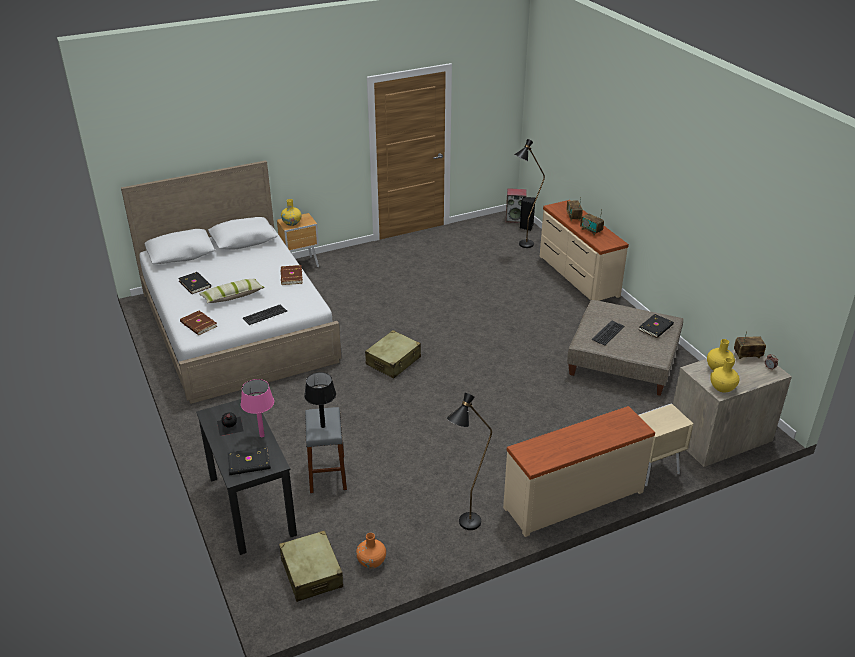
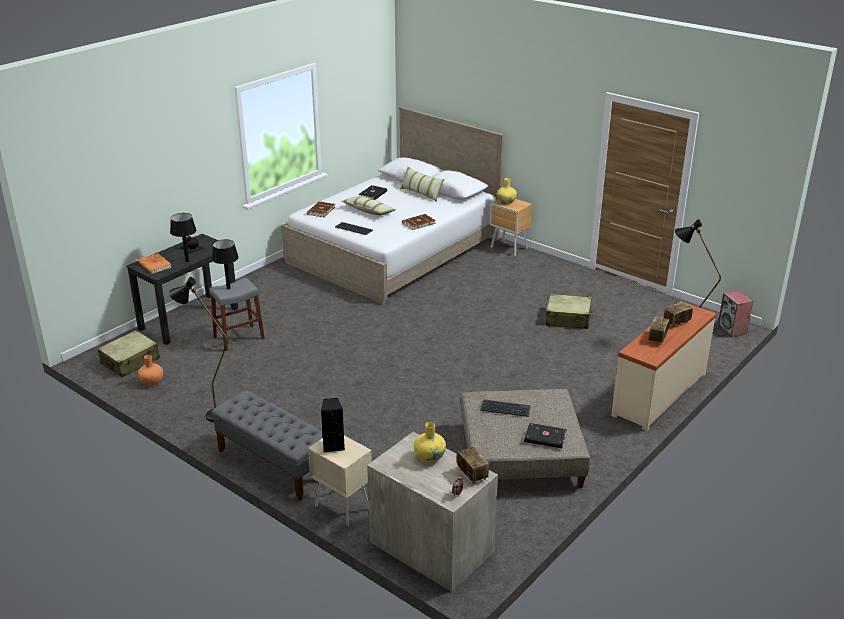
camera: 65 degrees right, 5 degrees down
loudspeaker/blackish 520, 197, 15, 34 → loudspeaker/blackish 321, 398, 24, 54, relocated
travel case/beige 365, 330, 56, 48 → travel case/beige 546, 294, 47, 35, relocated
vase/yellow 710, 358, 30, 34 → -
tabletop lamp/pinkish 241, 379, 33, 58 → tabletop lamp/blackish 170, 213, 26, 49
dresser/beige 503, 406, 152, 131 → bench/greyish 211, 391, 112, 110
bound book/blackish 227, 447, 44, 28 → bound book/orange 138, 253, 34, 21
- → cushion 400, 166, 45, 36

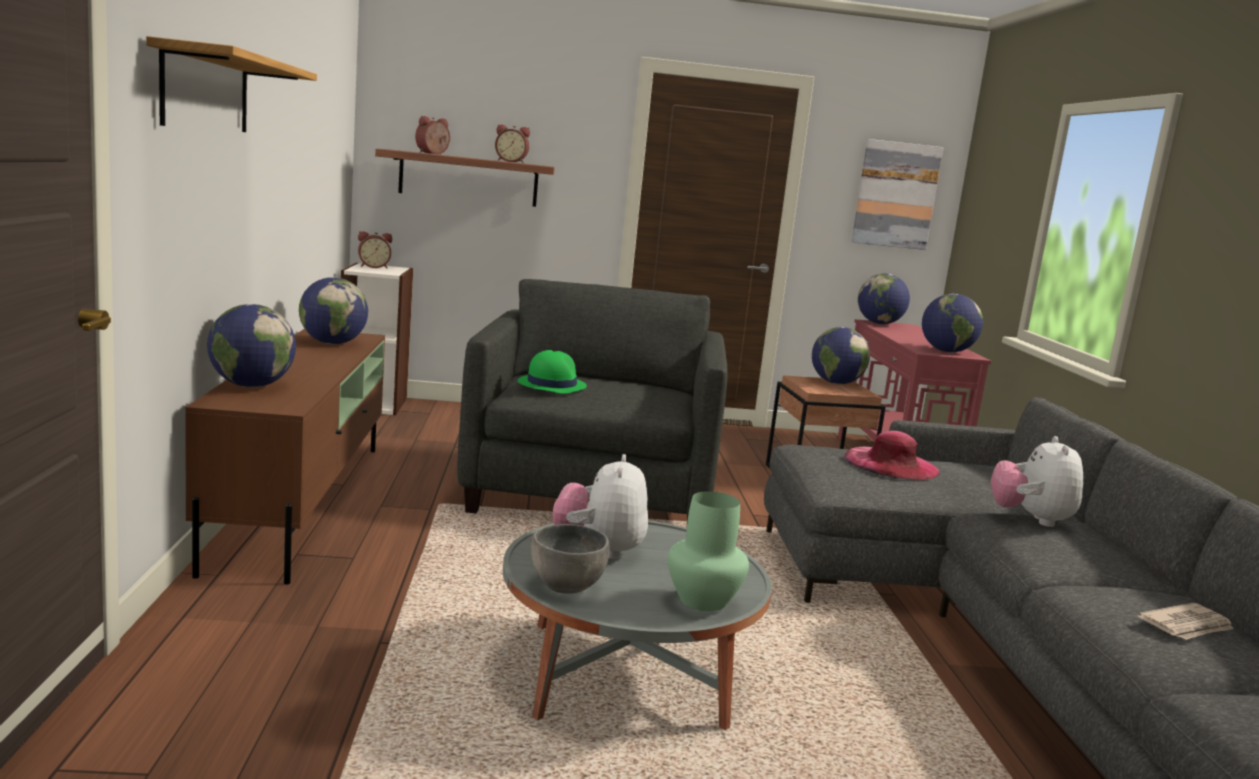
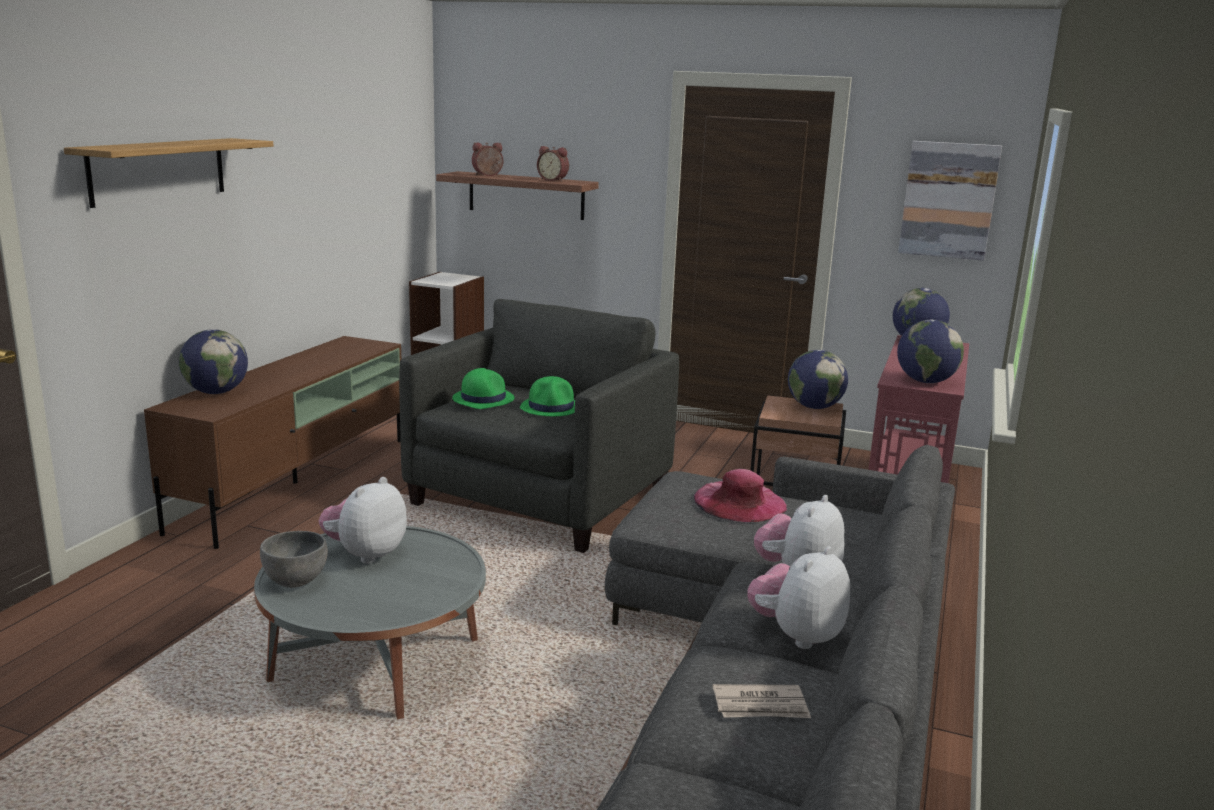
camera: 25 degrees right, 5 degrees up
table clock 358, 231, 34, 37 → -
world globe 299, 277, 69, 67 → -
vase/green-coloured 668, 491, 81, 120 → -
- → clothing hat/green-coloured 520, 376, 55, 40
- → soft toy 747, 546, 103, 103

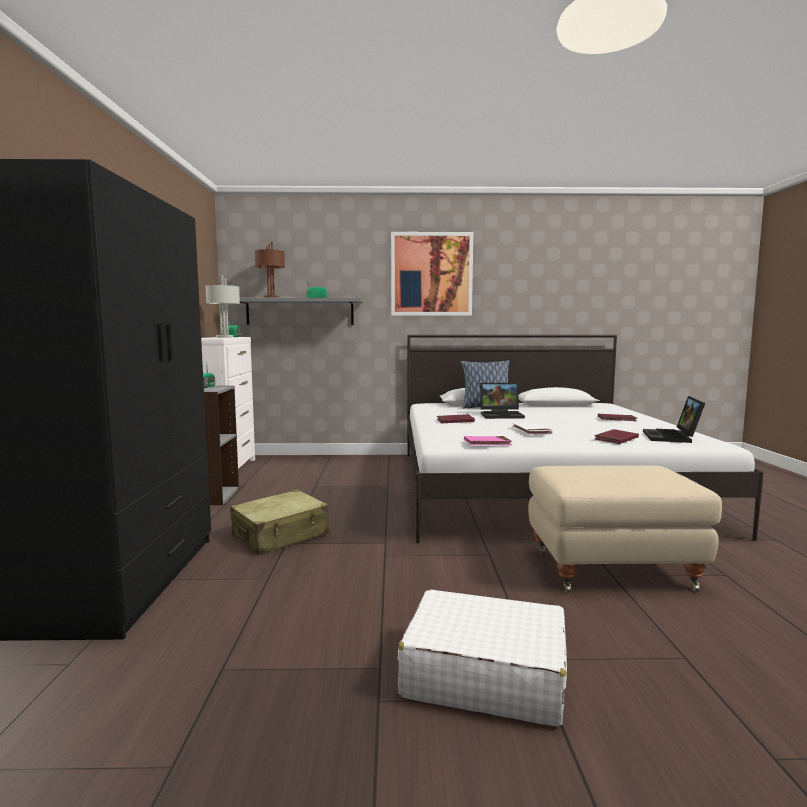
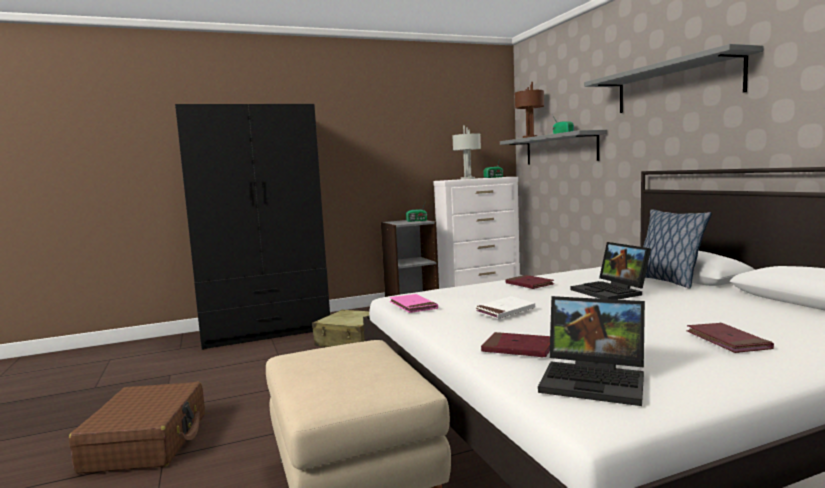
camera: 70 degrees right, 0 degrees up
wall art 391, 232, 82, 84 → shelf/greyish 584, 44, 180, 69
portable computer 643, 396, 62, 47 → portable computer 538, 296, 107, 110, 150 degrees counterclockwise
travel case/whitish 398, 590, 169, 137 → travel case/brownish 69, 382, 136, 91

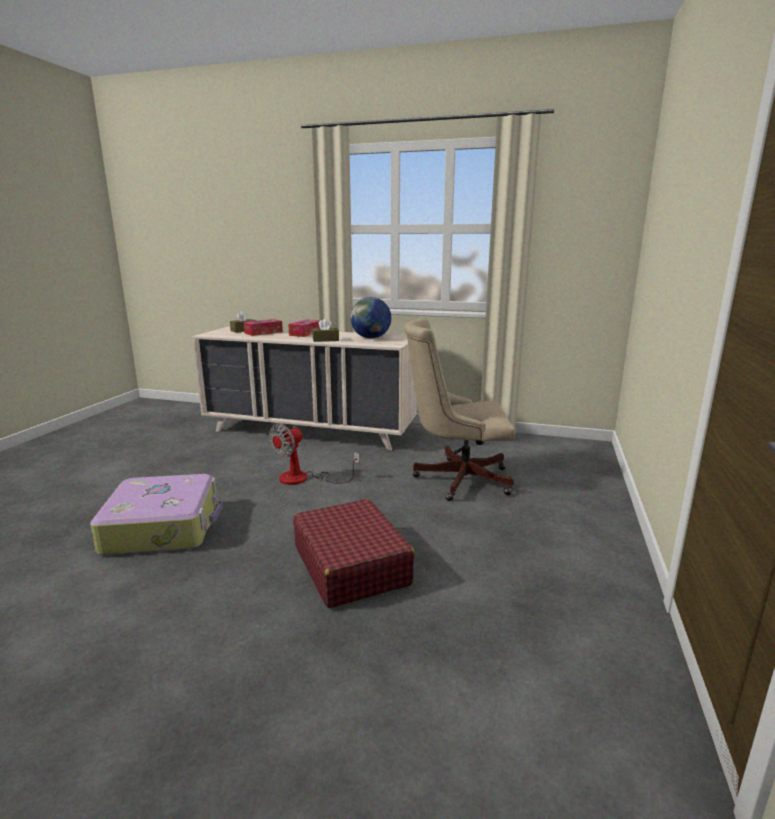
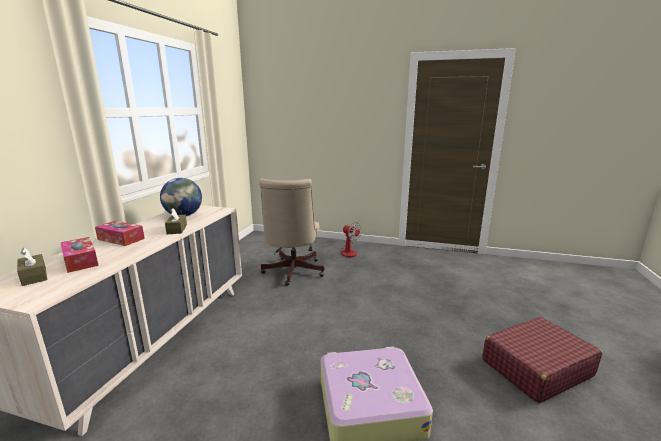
camera: 90 degrees left, 0 degrees up
fan 269, 423, 91, 62 → fan 340, 222, 22, 35, relocated
travel case/reddish 293, 499, 122, 109 → travel case/reddish 482, 317, 120, 86, relocated

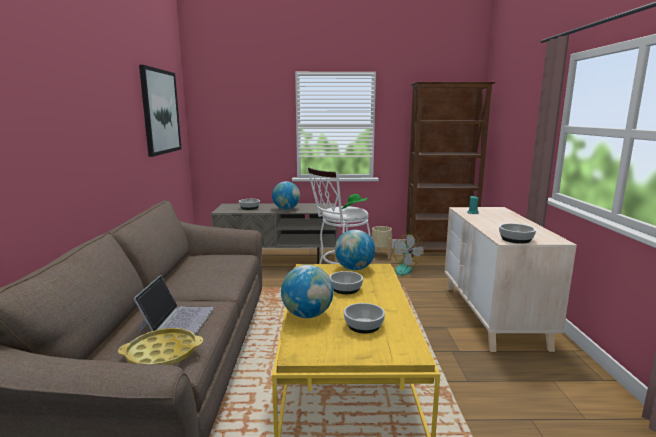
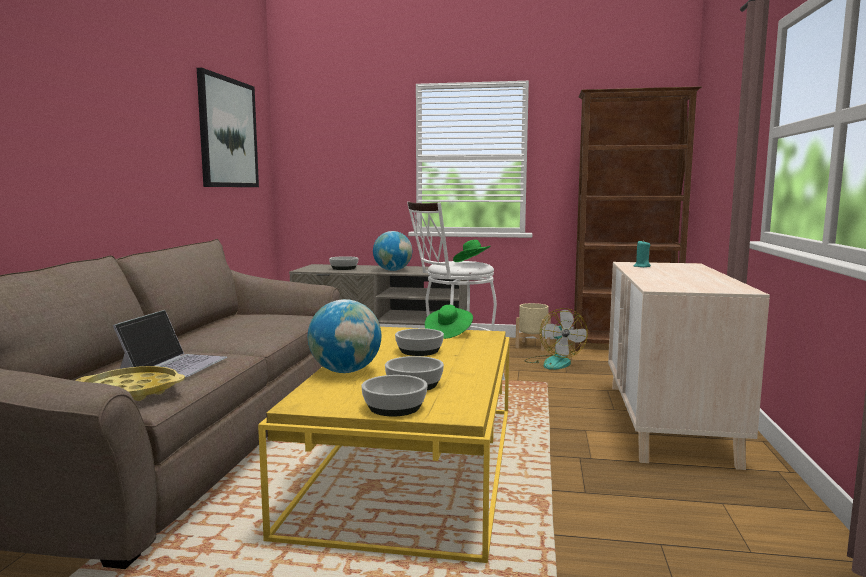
camera: 10 degrees right, 5 degrees down
deep dish 499, 223, 37, 21 → deep dish 361, 375, 66, 41, relocated
world globe 335, 230, 40, 40 → clothing hat/green-coloured 425, 305, 48, 34

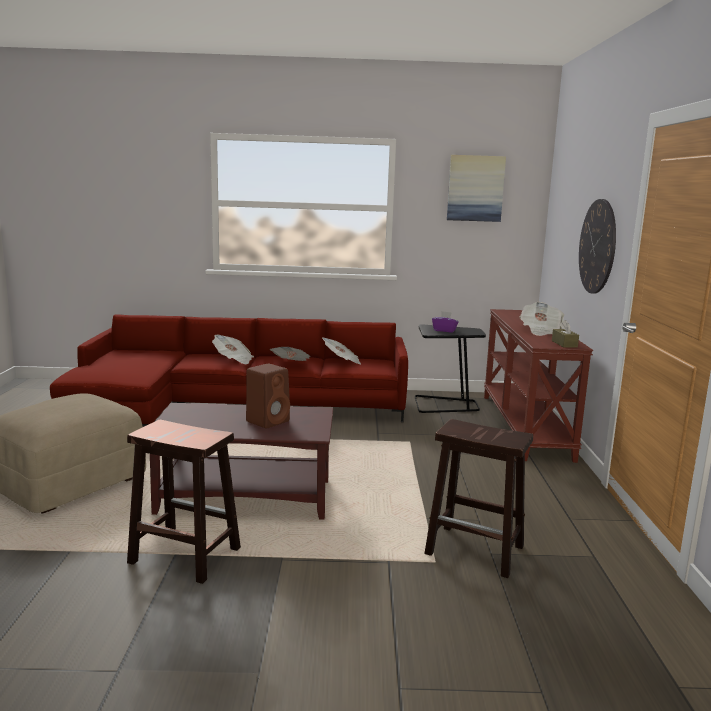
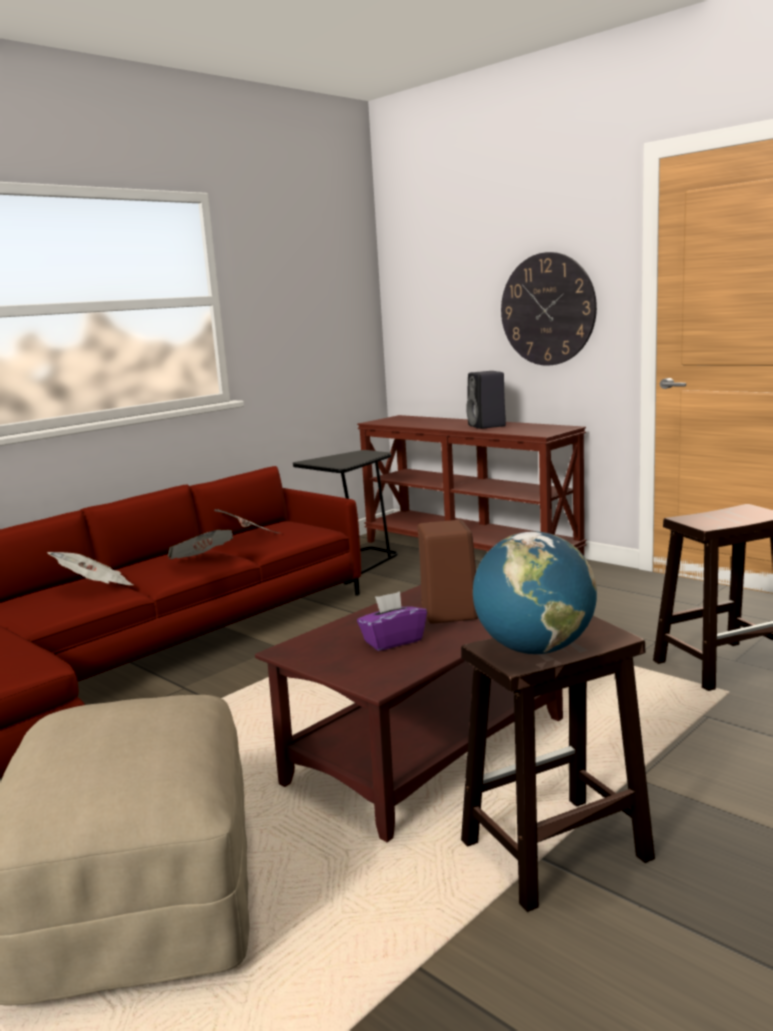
camera: 45 degrees left, 0 degrees up
wall art 447, 155, 59, 67 → -
printed paper 520, 302, 44, 34 → loudspeaker/blackish 466, 371, 40, 58
box of tissues/purplish 432, 311, 27, 21 → box of tissues/purplish 357, 591, 70, 60, relocated
box of tissues/brownish 552, 320, 27, 27 → -
- → world globe 473, 531, 124, 123

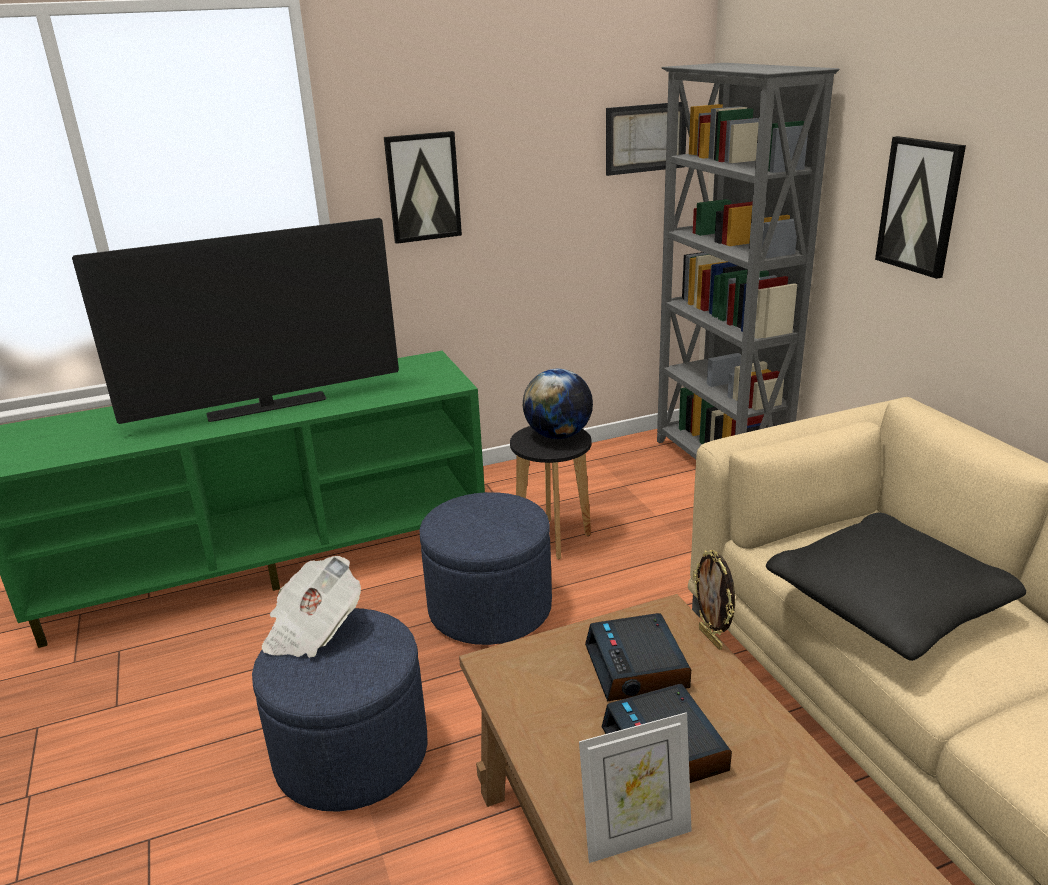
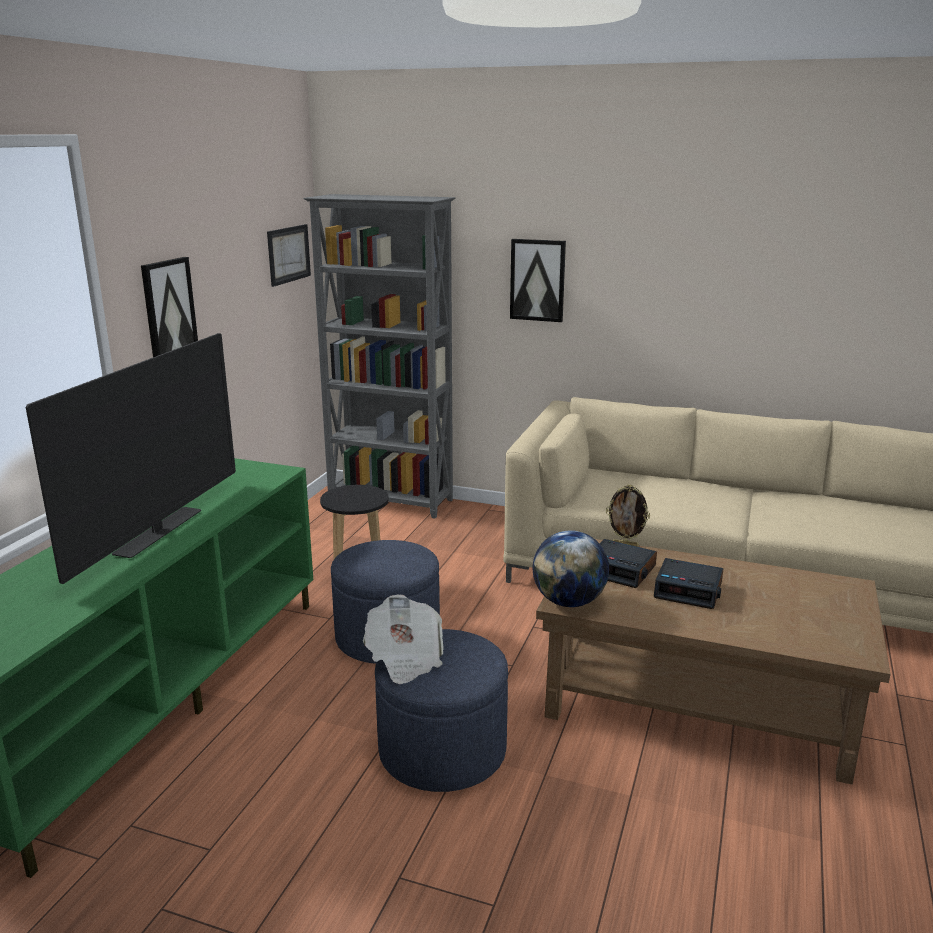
camera: 50 degrees left, 5 degrees down
world globe 523, 369, 70, 70 → world globe 532, 530, 77, 77, relocated
cushion/blackish 766, 513, 260, 148 → -
photo frame 579, 712, 113, 151 → -

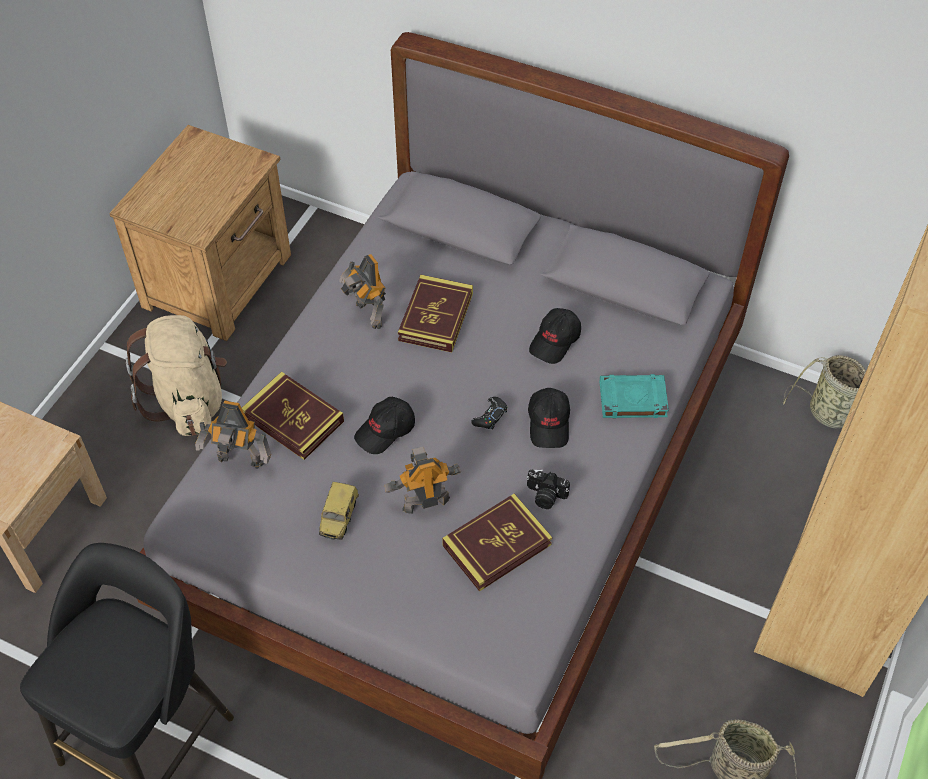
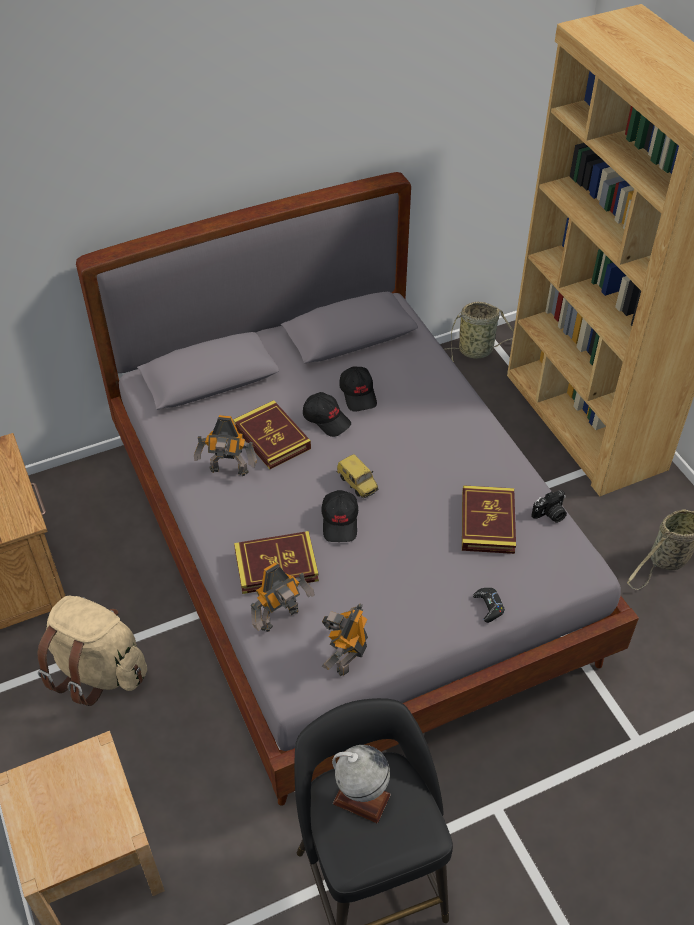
camera: 50 degrees left, 5 degrees down
bound book/blue-green 600, 374, 69, 44 → -
cap/blackish 528, 388, 42, 60 → cap/blackish 303, 392, 48, 45, relocated
game controller/blackish 471, 397, 36, 32 → game controller/blackish 473, 588, 32, 35, relocated
toy robot 385, 447, 76, 67 → toy robot 322, 603, 46, 73, relocated
photo camera 526, 469, 44, 40 → photo camera 531, 490, 36, 33, relocated
model car 319, 482, 40, 58 → model car 336, 454, 43, 44, relocated
- → world globe 332, 745, 59, 78

